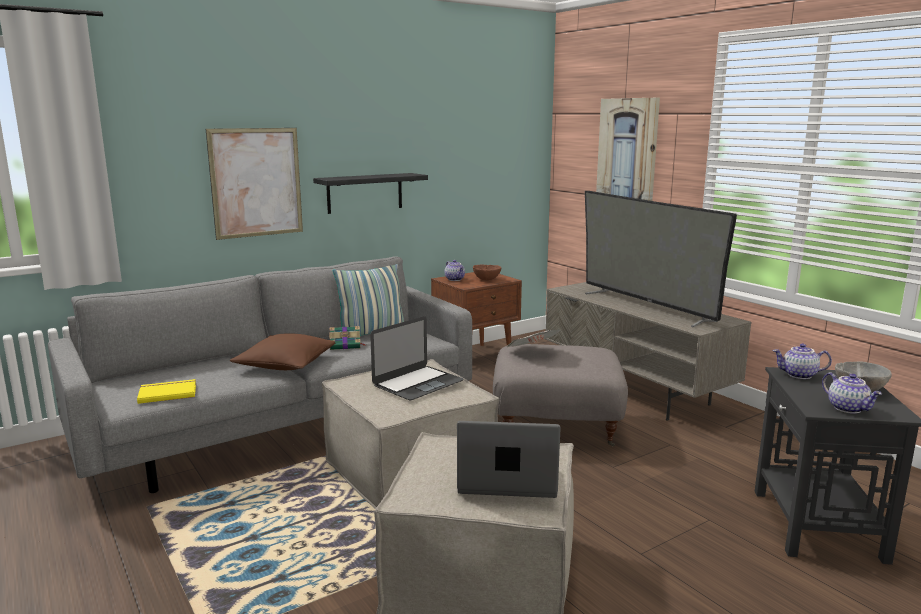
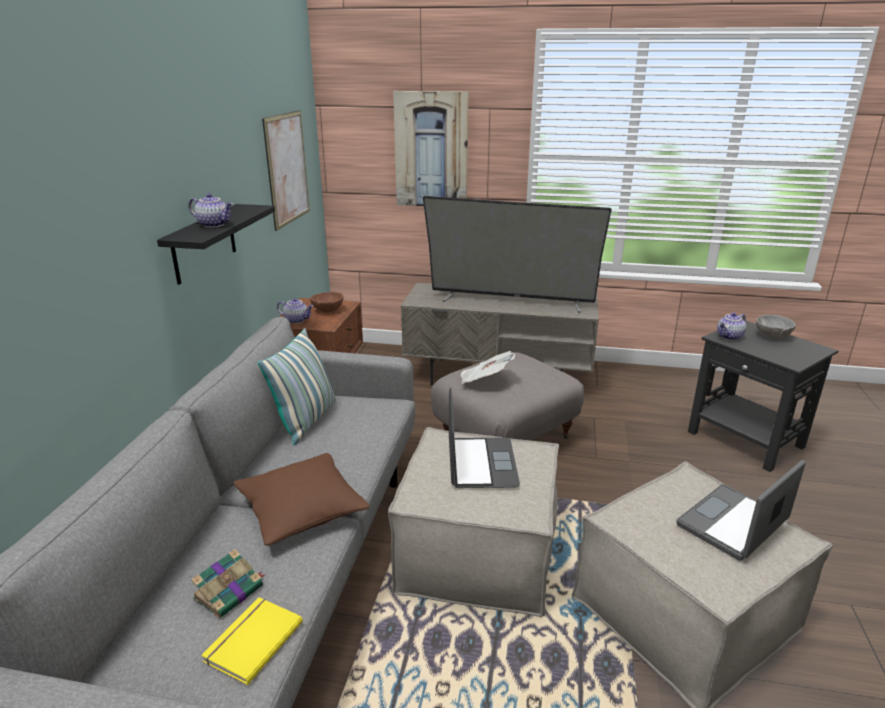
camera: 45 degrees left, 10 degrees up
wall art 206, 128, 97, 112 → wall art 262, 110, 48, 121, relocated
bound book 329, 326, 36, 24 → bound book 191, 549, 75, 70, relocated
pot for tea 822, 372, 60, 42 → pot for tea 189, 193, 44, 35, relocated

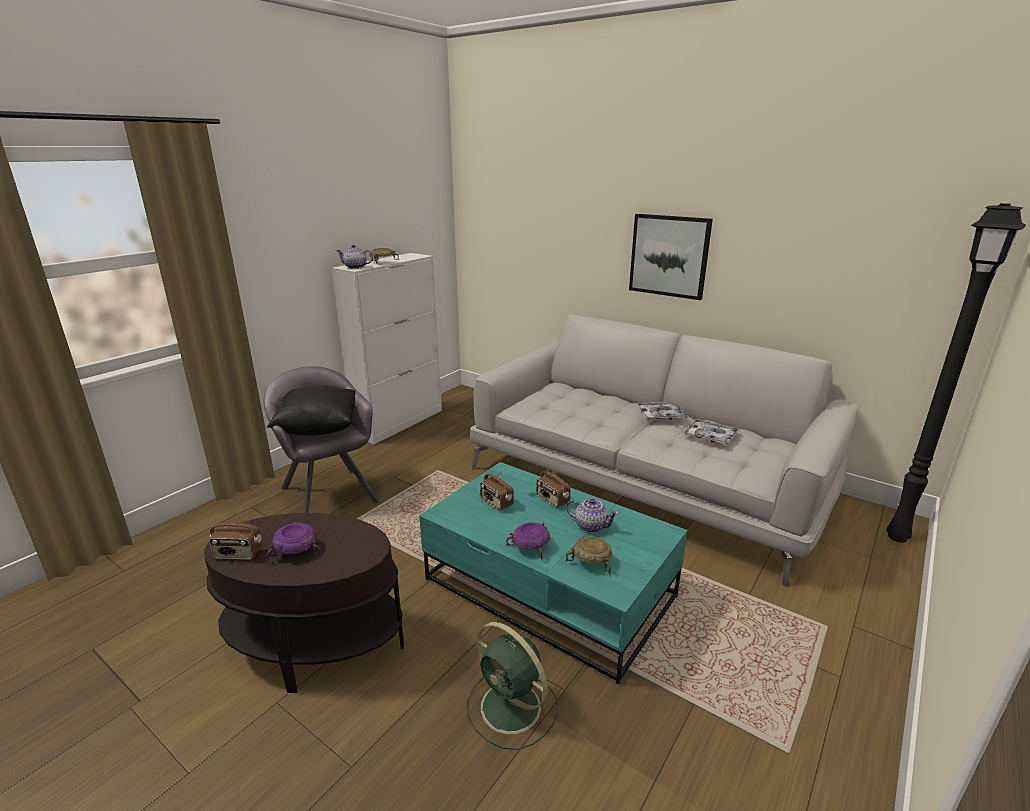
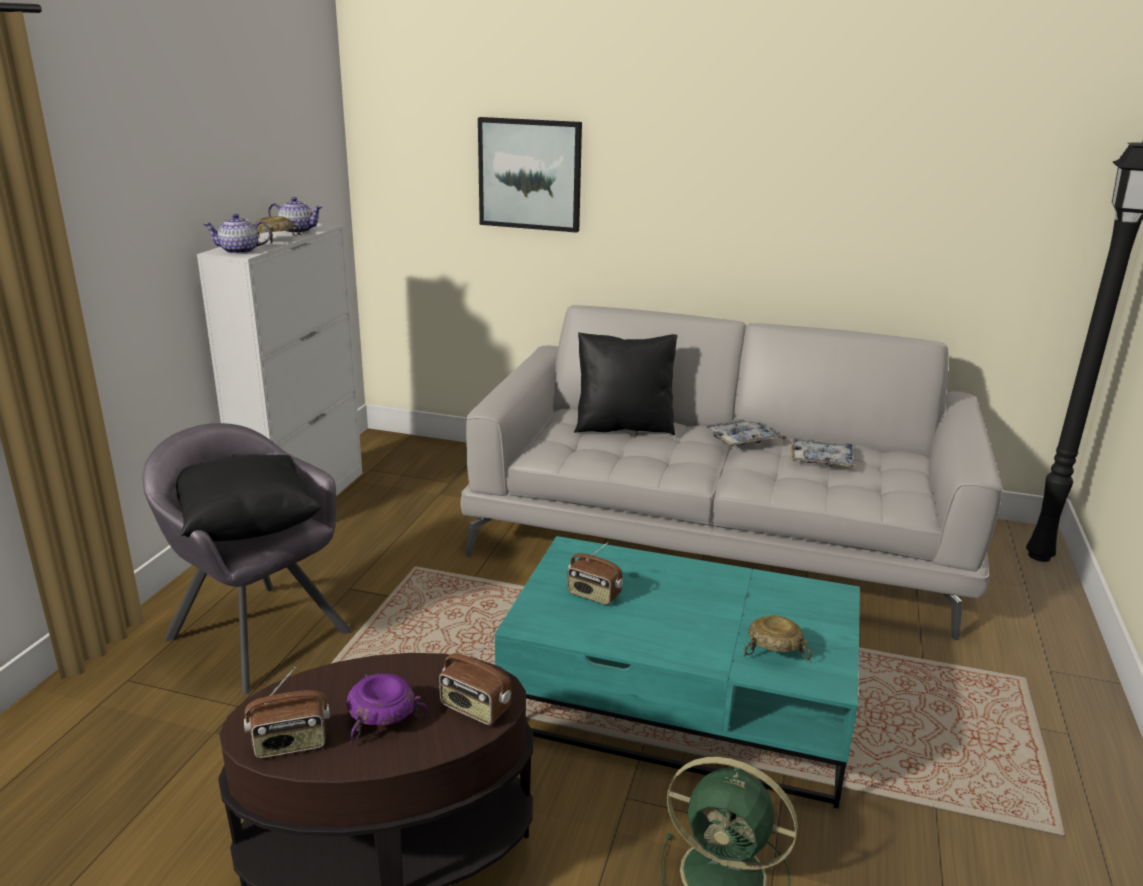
camera: 20 degrees left, 0 degrees up
wall art 629, 214, 84, 86 → wall art 478, 117, 104, 116, relocated
radio receiver 536, 467, 35, 41 → radio receiver 439, 641, 72, 84, relocated
pot for tea 566, 499, 53, 34 → pot for tea 268, 197, 54, 37, relocated
deep dish/purplish 506, 523, 44, 37 → -
- → cushion/blackish 574, 332, 104, 103

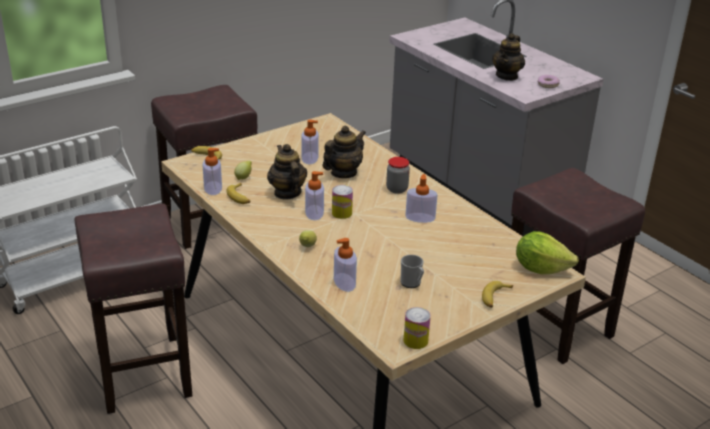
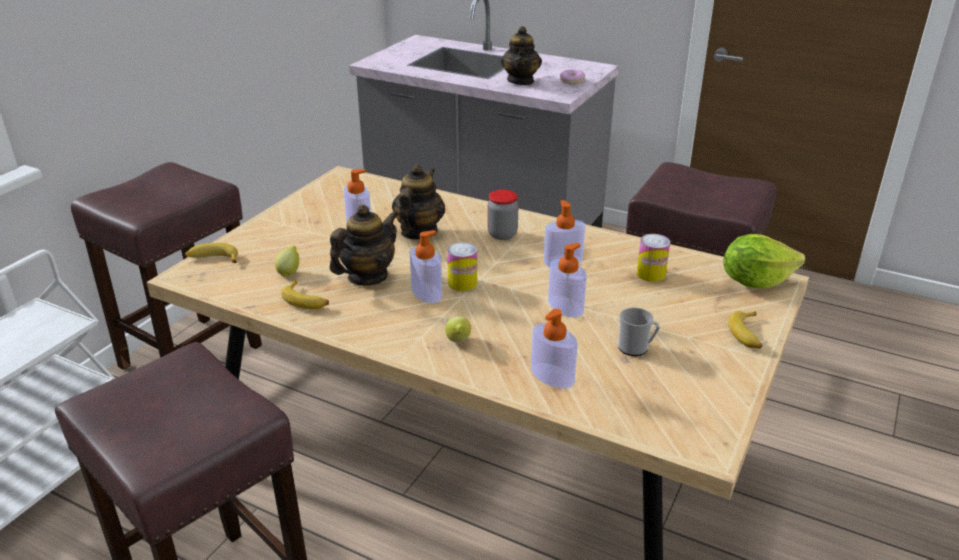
camera: 25 degrees left, 0 degrees up
pot for tea 267, 144, 40, 55 → pot for tea 330, 204, 69, 82, 90 degrees clockwise
soap dispenser 203, 148, 19, 47 → soap dispenser 548, 243, 39, 75, relocated
metal can 403, 307, 28, 42 → metal can 637, 234, 33, 48, relocated

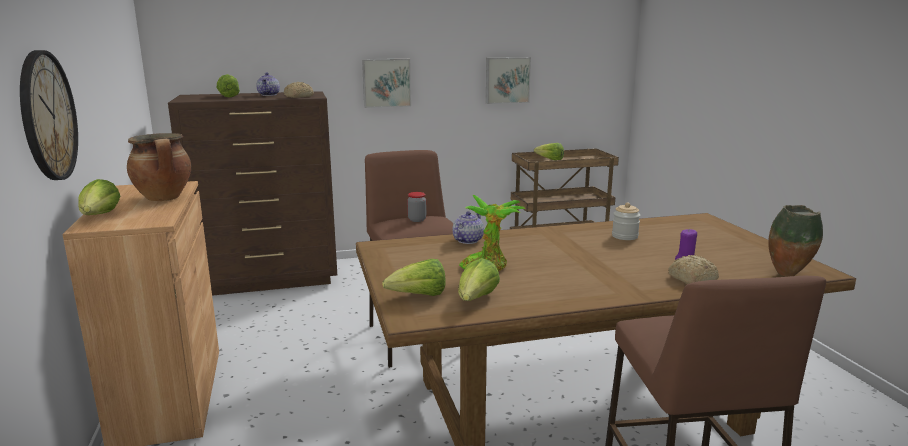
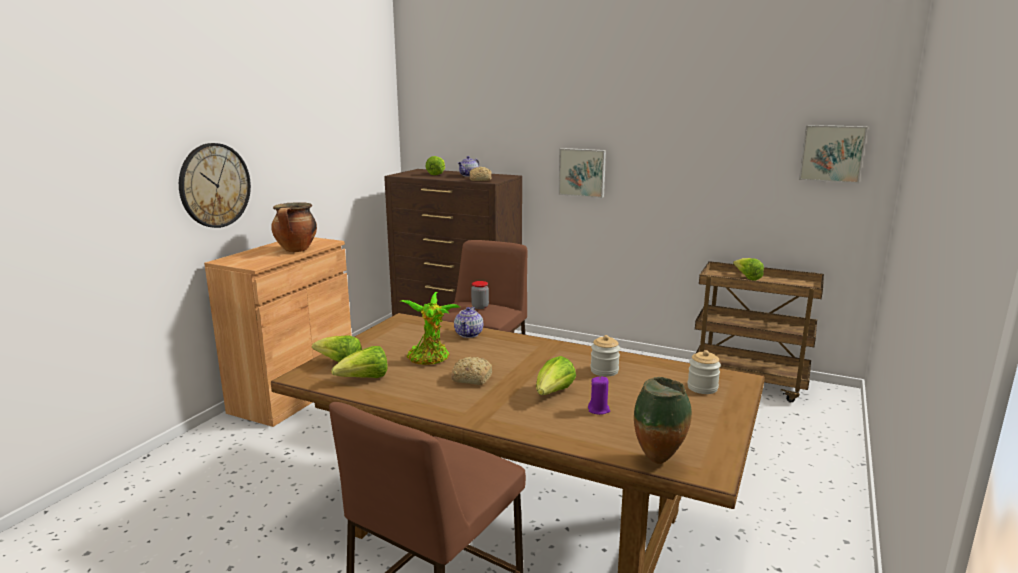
camera: 40 degrees right, 0 degrees up
wall art 486, 57, 45, 47 → wall art 799, 125, 69, 58, relocated
lettuce head 78, 179, 42, 36 → lettuce head 536, 356, 40, 39, relocated
pot for tea 453, 211, 31, 33 → pot for tea 454, 307, 29, 31, 120 degrees clockwise
bread 668, 255, 51, 29 → bread 451, 357, 41, 28, relocated
- → preserve jar 687, 350, 34, 44

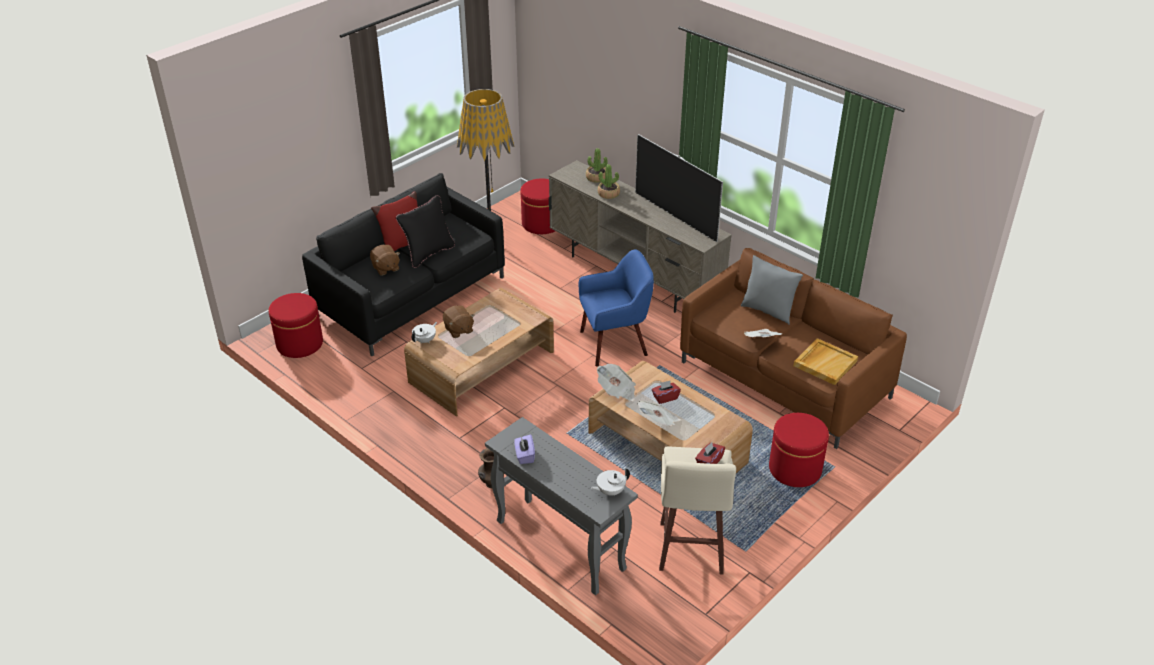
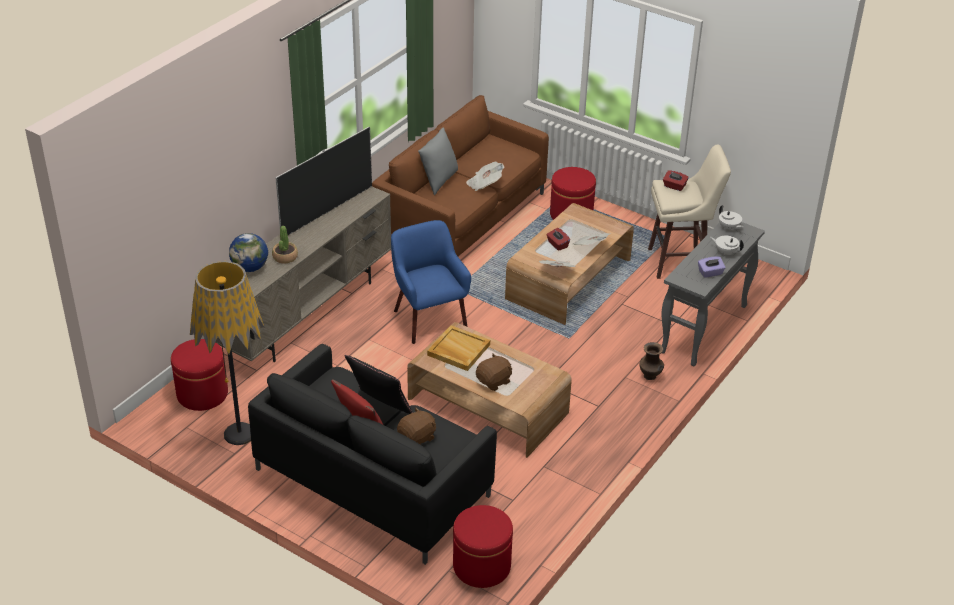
camera: 100 degrees left, 0 degrees up
houseplant 586, 148, 22, 35 → world globe 229, 233, 39, 39
pot for tea/whitish 412, 322, 25, 21 → pot for tea/whitish 710, 235, 34, 20, relocated
carrying tray/beige 793, 338, 65, 47 → carrying tray/beige 427, 325, 63, 46, relocated

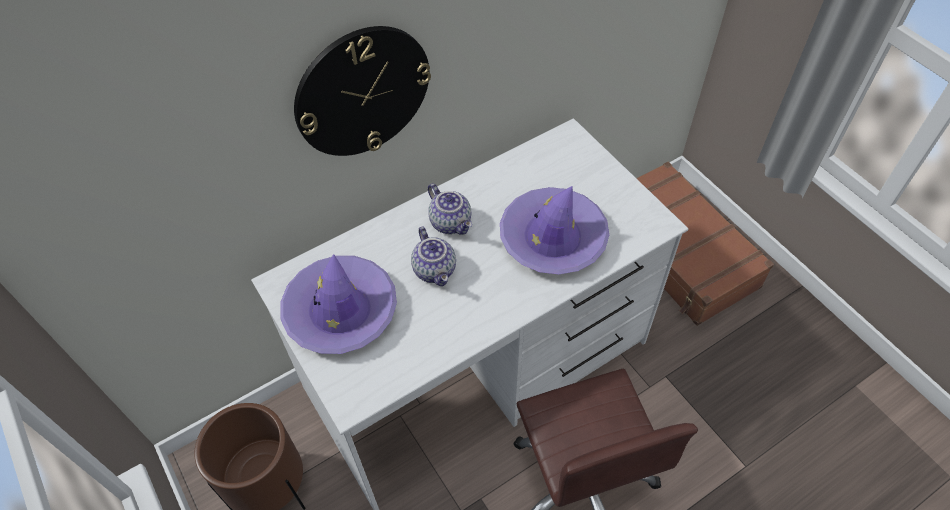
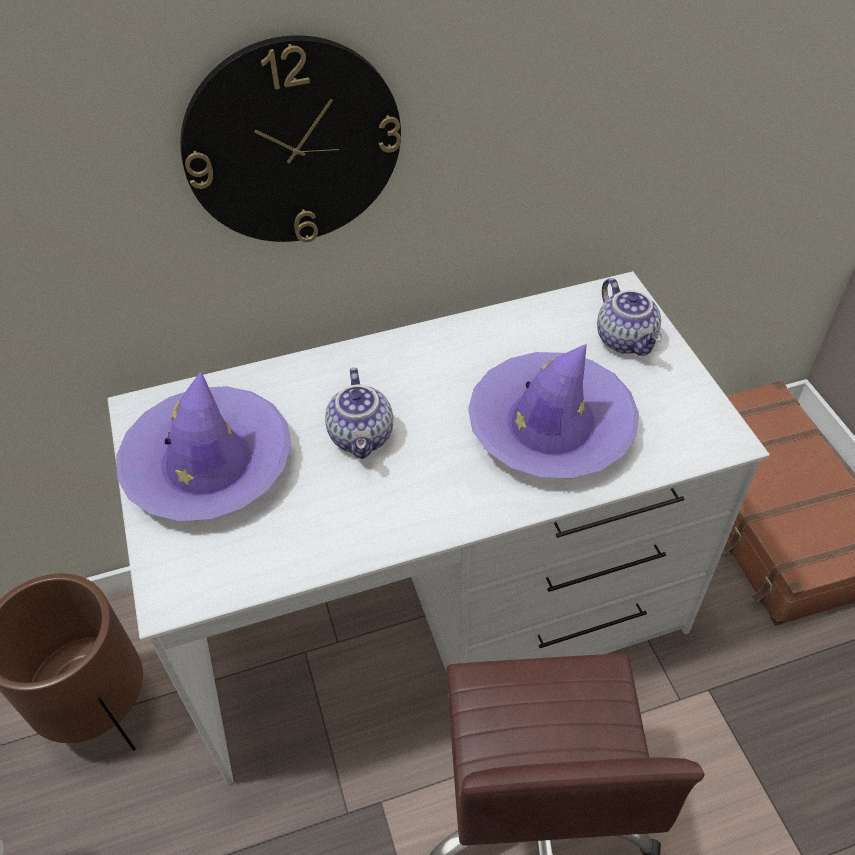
camera: 15 degrees right, 5 degrees down
pot for tea 428, 184, 44, 51 → pot for tea 597, 278, 65, 78, relocated

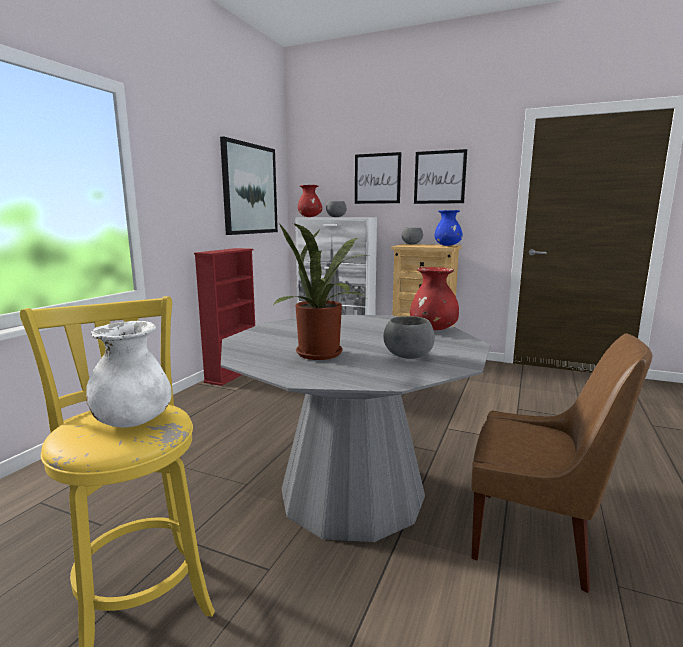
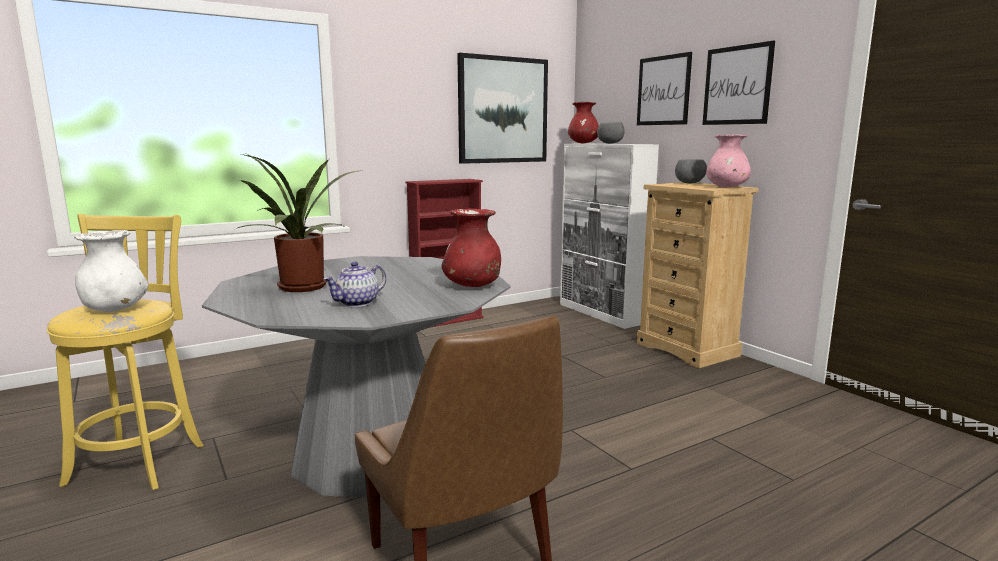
camera: 35 degrees right, 0 degrees up
vase/blue 435, 210, 28, 36 → vase/pinkish 706, 134, 45, 53
deep dish/greyish 383, 316, 52, 43 → pot for tea 323, 262, 63, 45

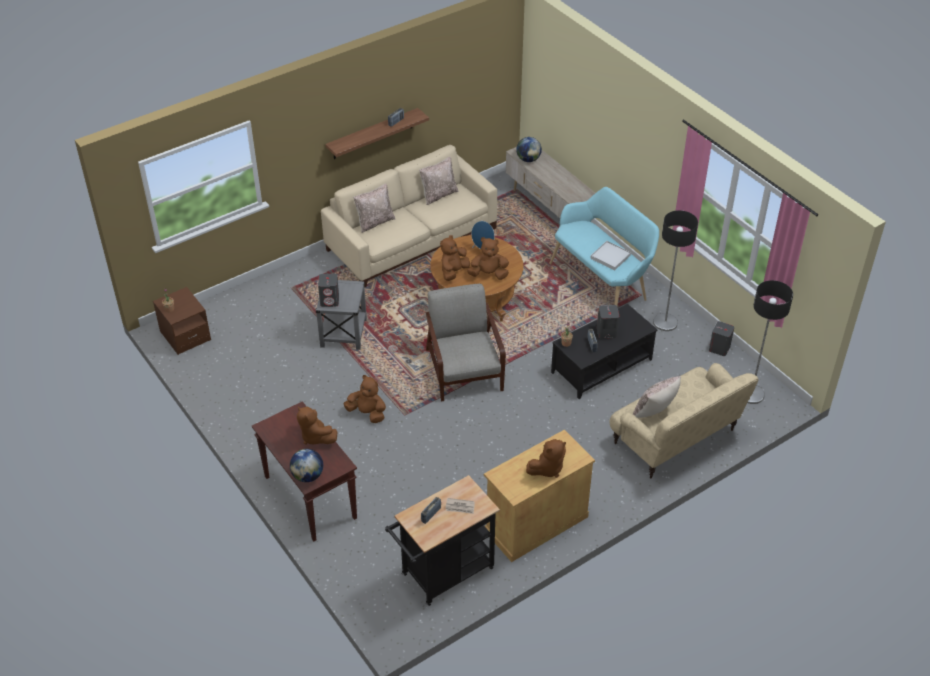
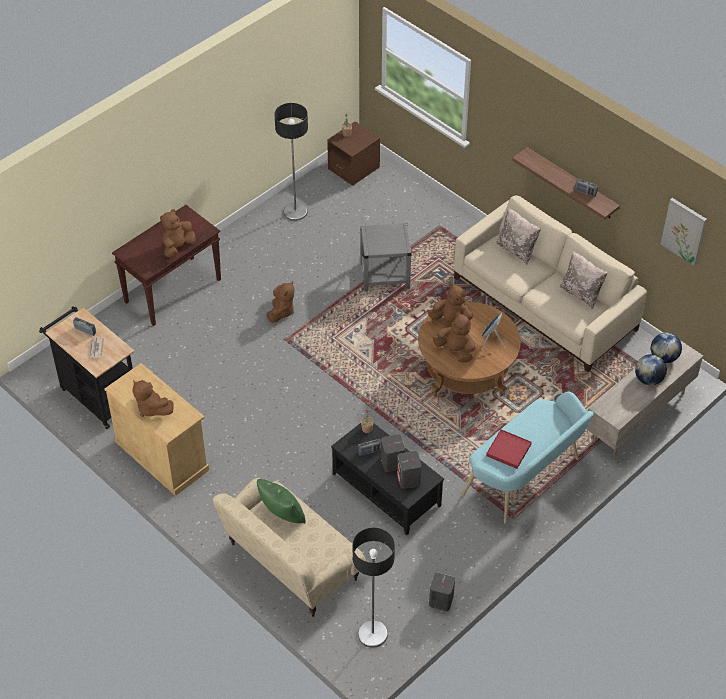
camera: 80 degrees right, 5 degrees up
floor lamp 653, 210, 45, 121 → floor lamp 274, 103, 34, 118, relocated
soft toy/brownish 467, 237, 42, 43 → soft toy/brownish 432, 312, 43, 51, 45 degrees counterclockwise
carrying tray/whitish 590, 241, 41, 29 → carrying tray/reddish 486, 429, 45, 40
loudspeaker/greyish 318, 274, 21, 33 → loudspeaker/greyish 397, 451, 25, 38, relocated
armchair/greyish 425, 284, 81, 118 → -
cushion/beige 633, 376, 48, 42 → cushion/green-coloured 257, 479, 49, 45
world globe 290, 449, 33, 33 → world globe 635, 354, 32, 31, relocated
- → wall art 661, 198, 46, 67

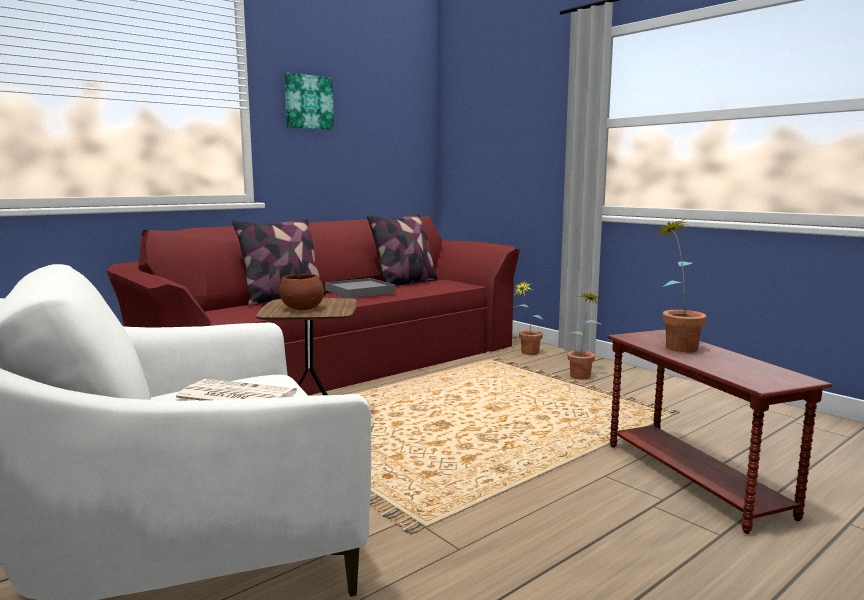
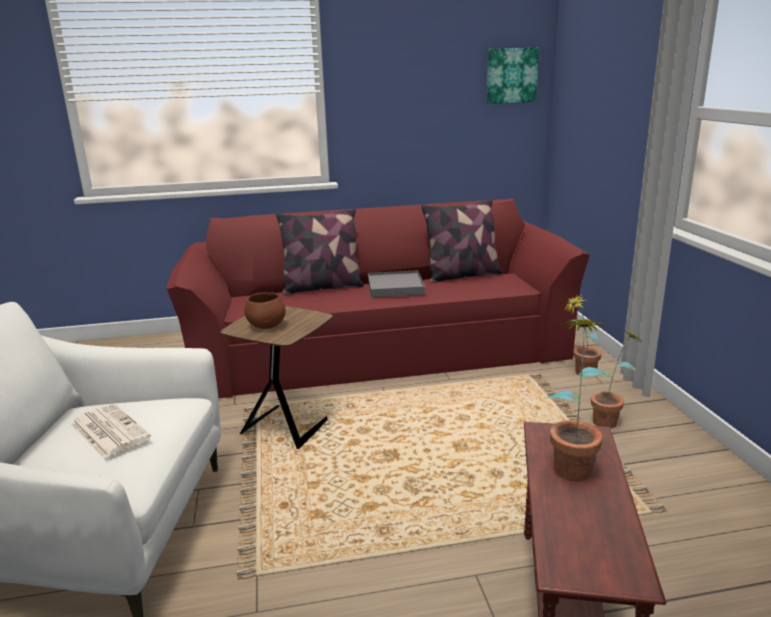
camera: 30 degrees right, 10 degrees up
wall art 284, 73, 50, 57 → wall art 487, 48, 52, 56, relocated

